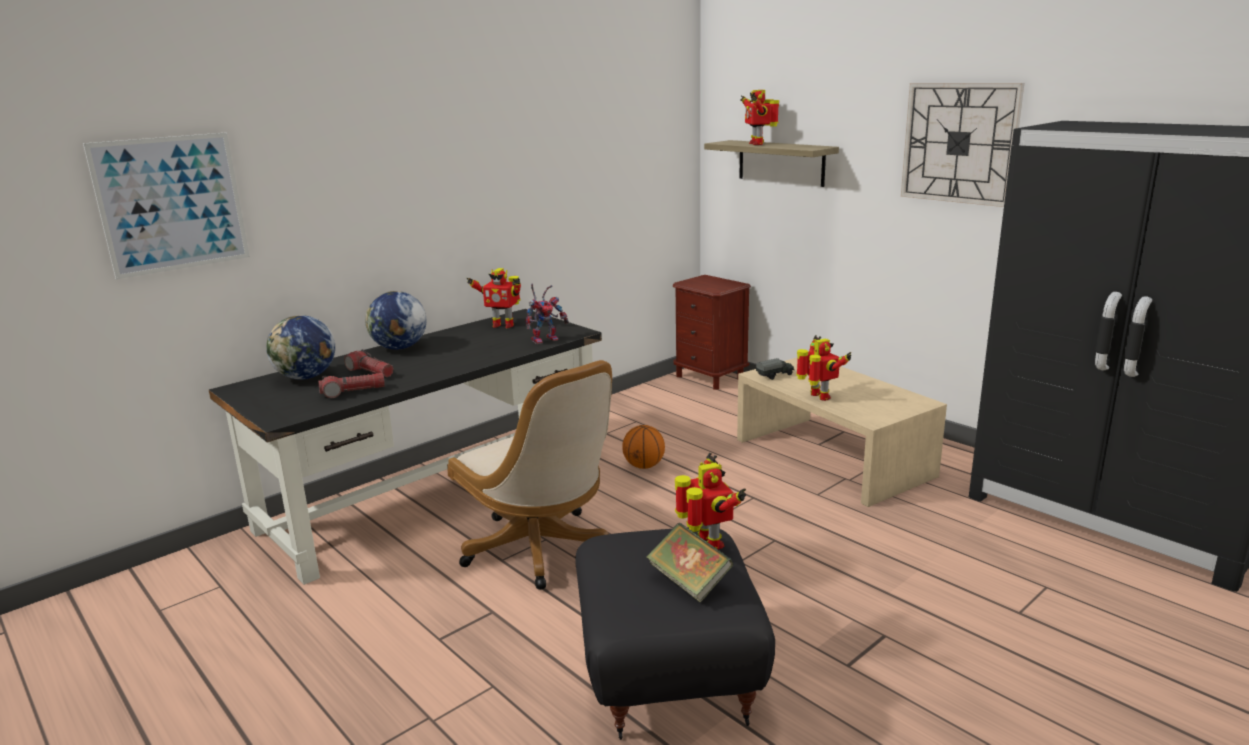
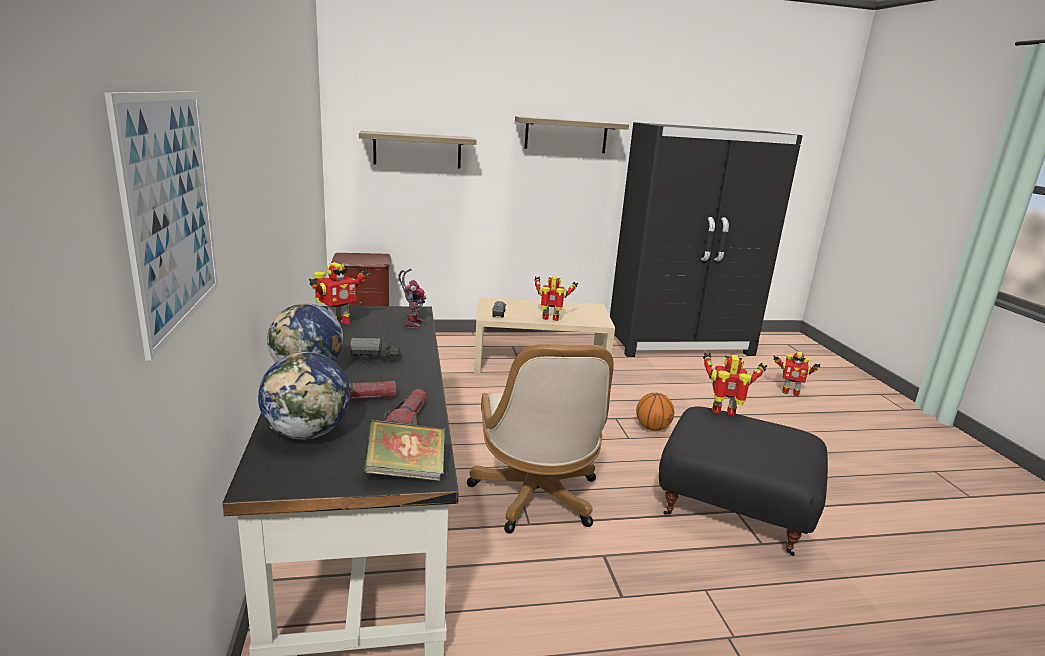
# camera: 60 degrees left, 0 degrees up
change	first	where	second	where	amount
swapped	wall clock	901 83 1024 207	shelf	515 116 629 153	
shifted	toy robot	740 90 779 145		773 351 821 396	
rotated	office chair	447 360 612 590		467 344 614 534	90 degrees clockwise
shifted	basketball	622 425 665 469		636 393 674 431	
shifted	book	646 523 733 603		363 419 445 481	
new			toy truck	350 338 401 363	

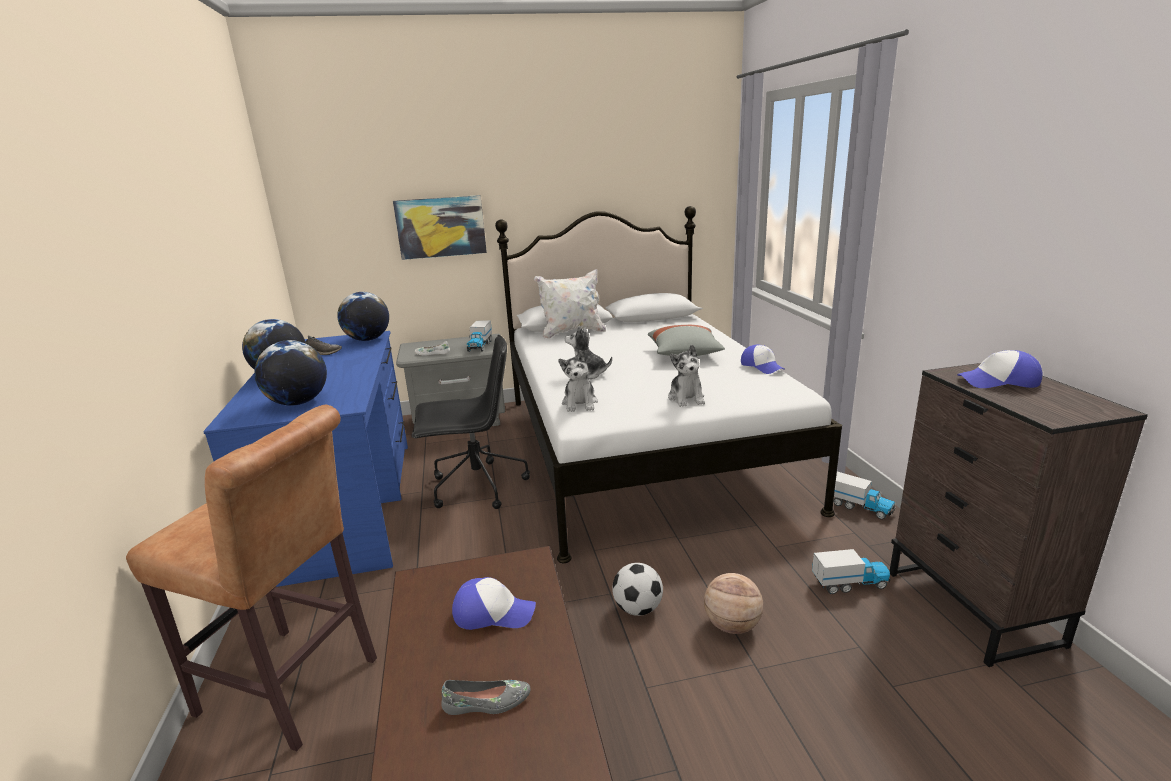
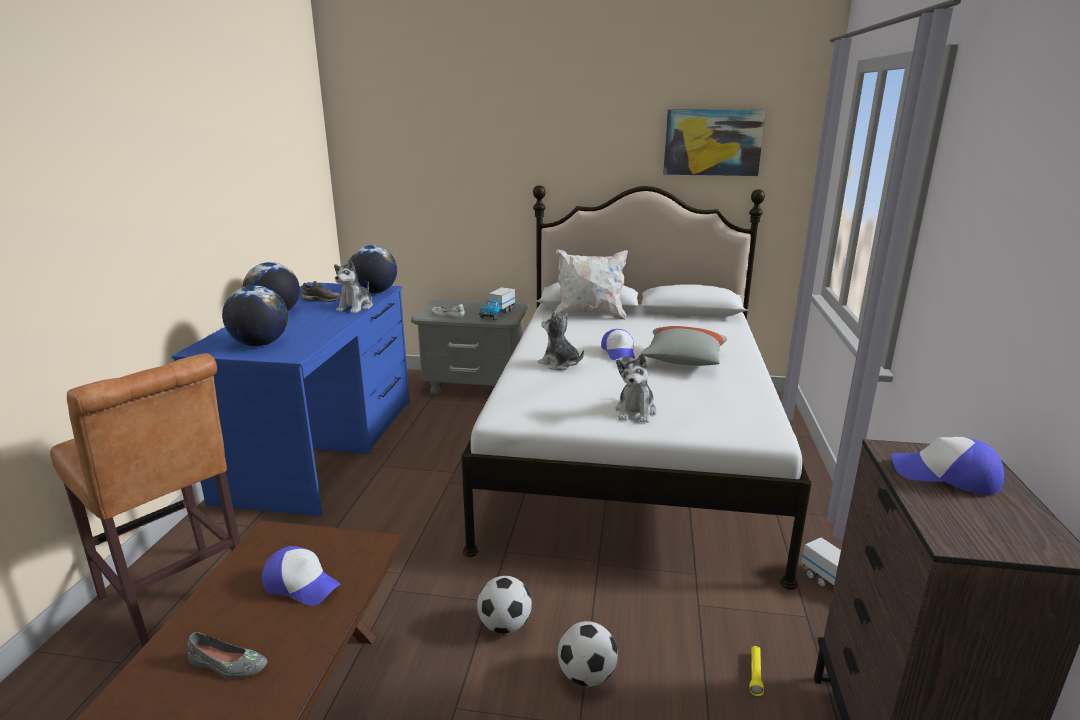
# camera: 20 degrees right, 0 degrees up
change	first	where	second	where	amount
shifted	picture	393 195 487 260		663 109 766 176	
gone	black office chair	411 335 530 509			
shifted	cap	741 345 785 374		601 329 635 360	
shifted	plush toy	558 350 598 412		334 259 373 313	
swapped	toy truck	812 549 890 594	yellow flashlight	750 646 764 696	
swapped	basketball	704 573 763 634	football	558 621 618 687	

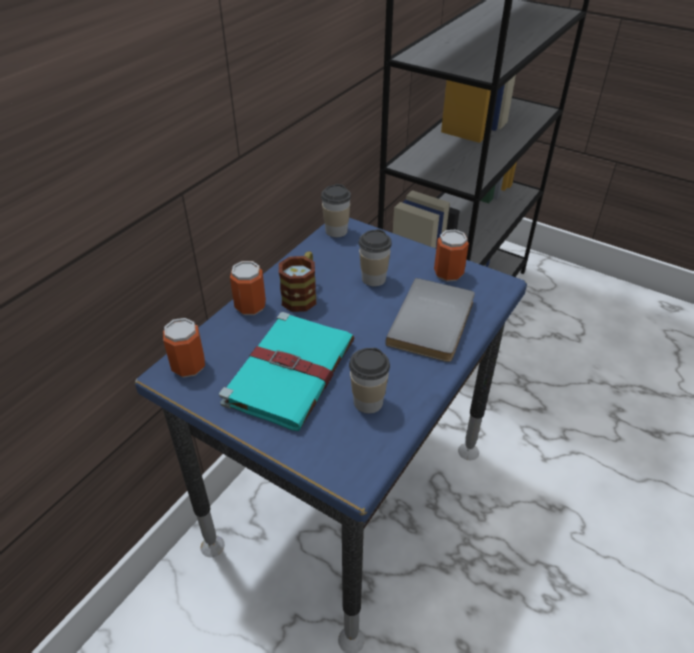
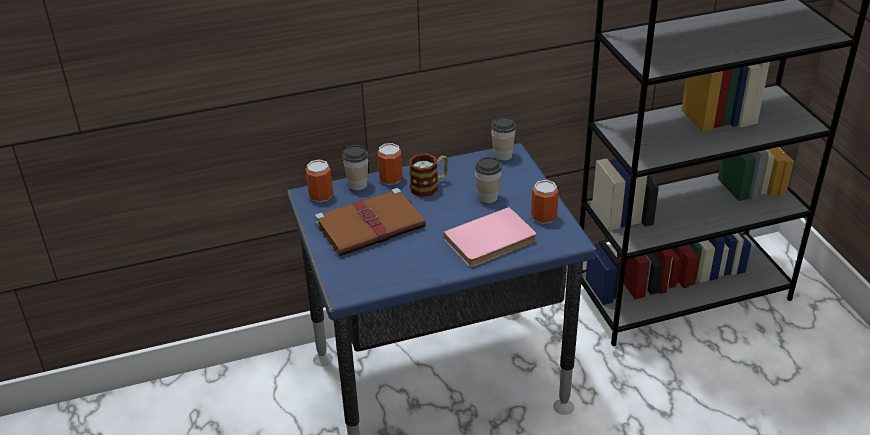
# camera: 40 degrees right, 5 degrees down
change	first	where	second	where	amount
repainted	grey book	385 278 475 362	pink book	443 207 536 267	
repainted	turquoise book	219 312 355 431	brown book	315 188 426 256	
shifted	cup	349 348 390 413		342 145 368 190	

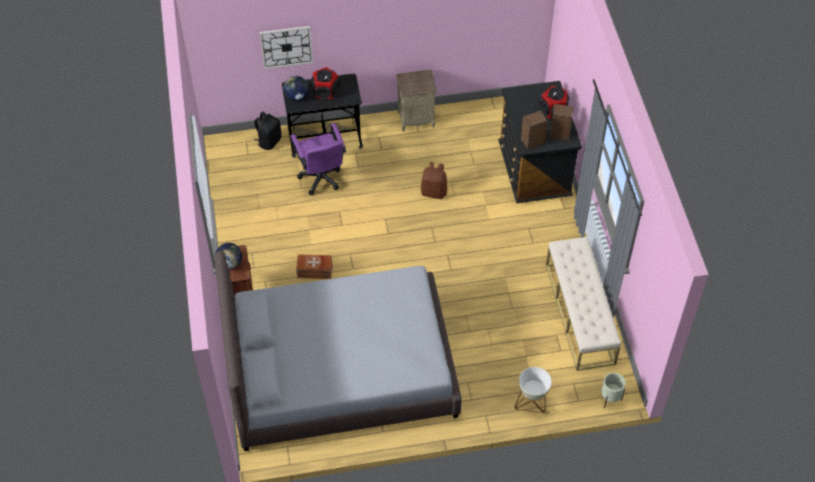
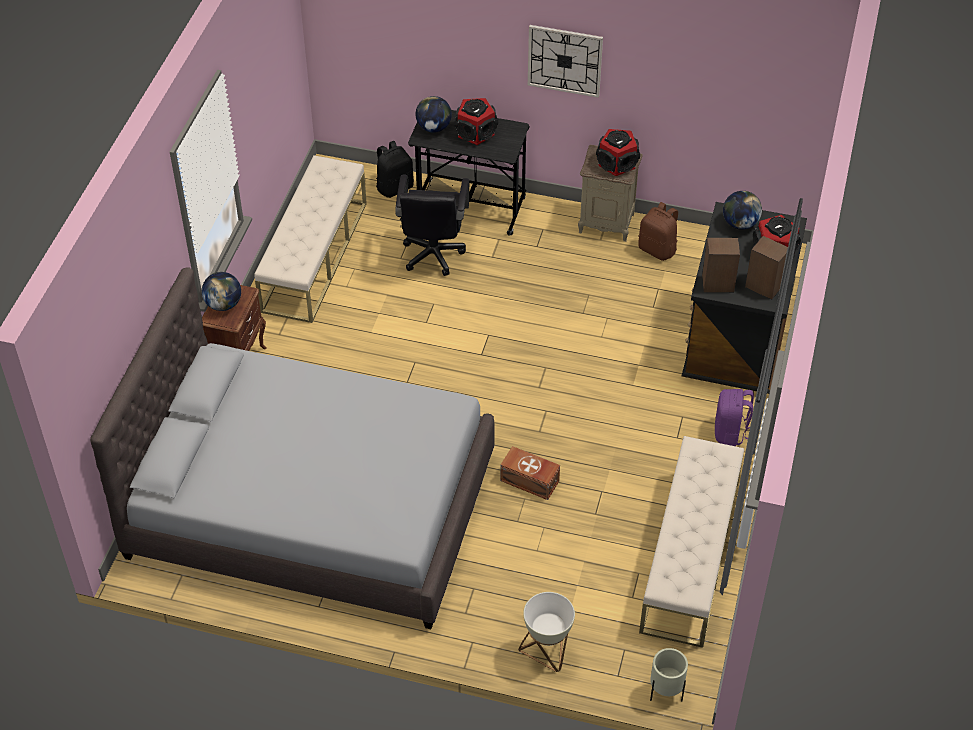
# camera: 25 degrees right, 5 degrees down
change	first	where	second	where	amount
shifted	wall clock	259 26 313 69		528 25 603 98	
repainted	purple office chair	290 123 346 195	black office chair	395 174 469 276	
shifted	brown backpack	421 162 447 199		638 202 678 261	
shifted	brown storage box	296 254 332 279		500 446 560 500	
new			speaker	596 129 640 176	
new			beige bench	254 155 367 323	
new			globe	723 191 762 230	
new			purple backpack	715 389 754 446	

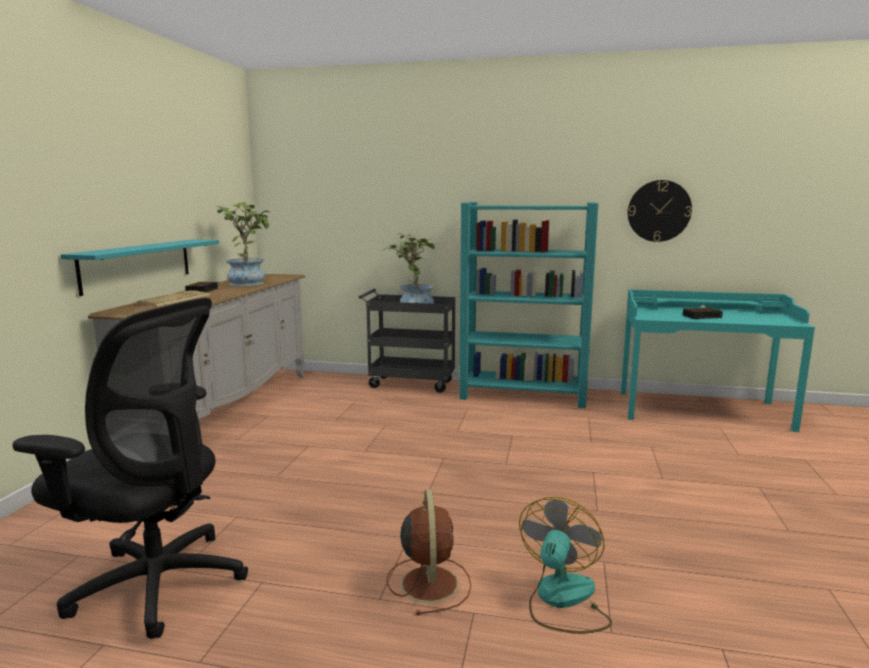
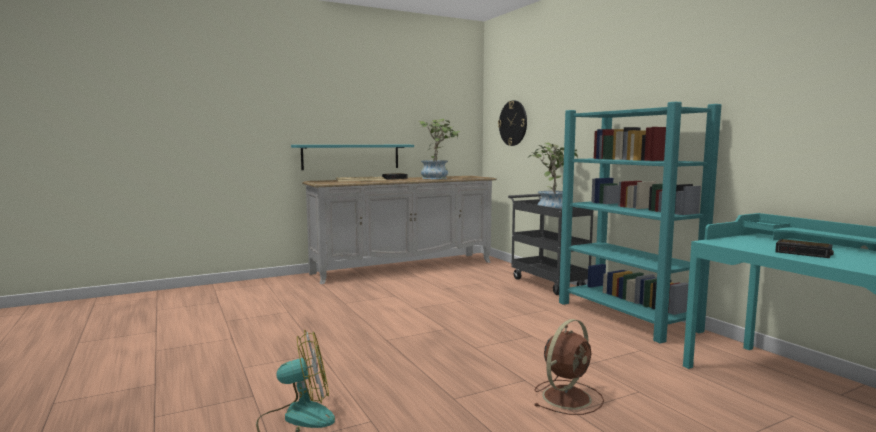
# camera: 50 degrees right, 5 degrees down
change	first	where	second	where	amount
shifted	wall clock	628 180 692 242		498 100 527 146	
gone	black office chair	13 298 248 639			
shifted	brown fan	387 489 471 615		534 319 604 415	

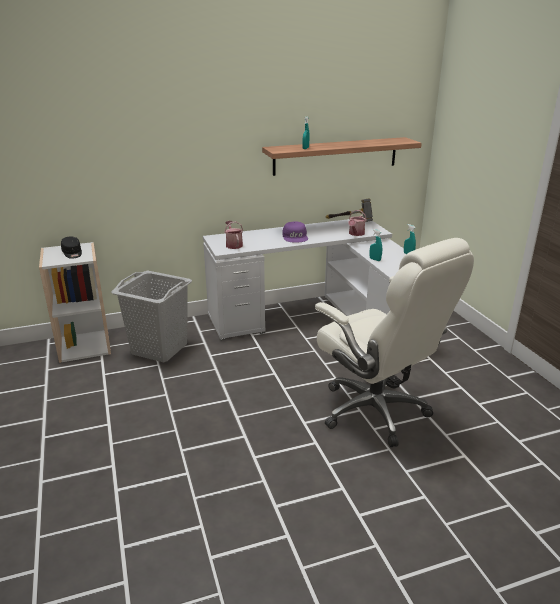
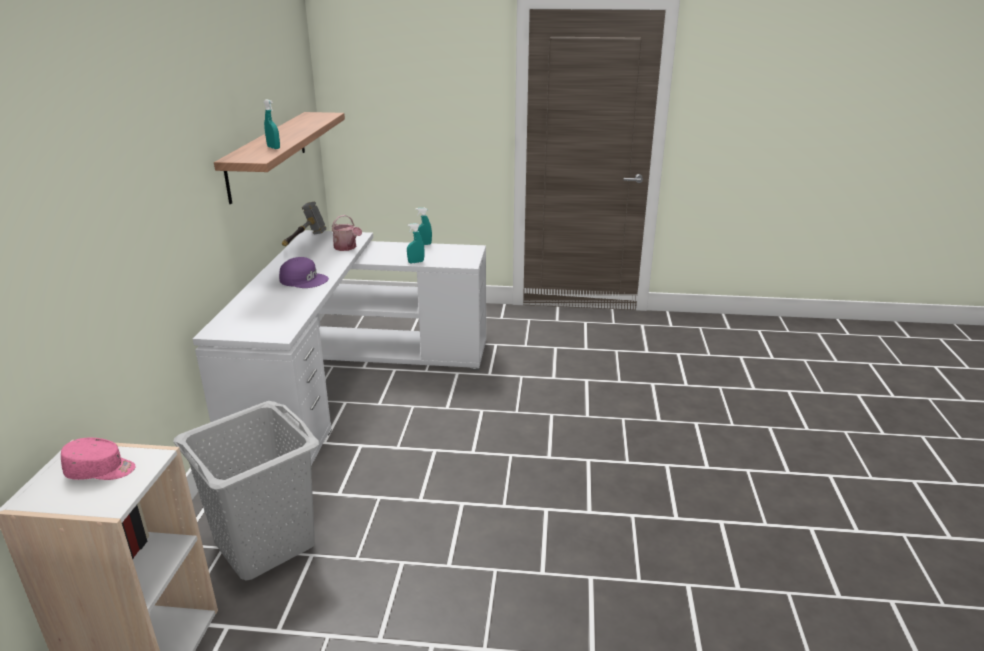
# camera: 65 degrees left, 0 degrees up
change	first	where	second	where	amount
gone	watering can	224 221 243 249			
repainted	black cap	61 237 82 259	pink cap	61 438 135 480	
gone	white office chair	315 238 474 447			

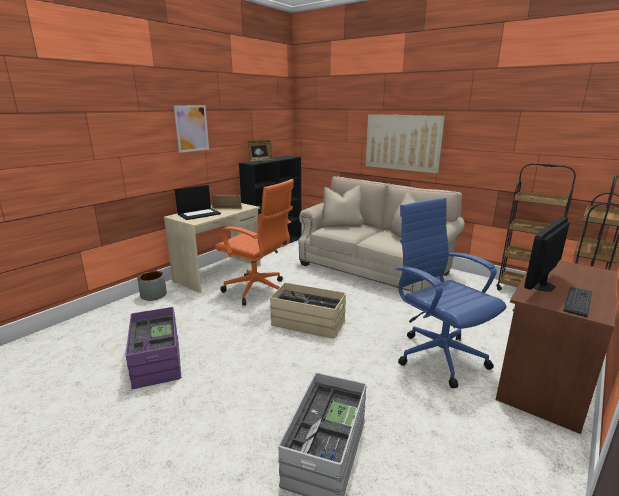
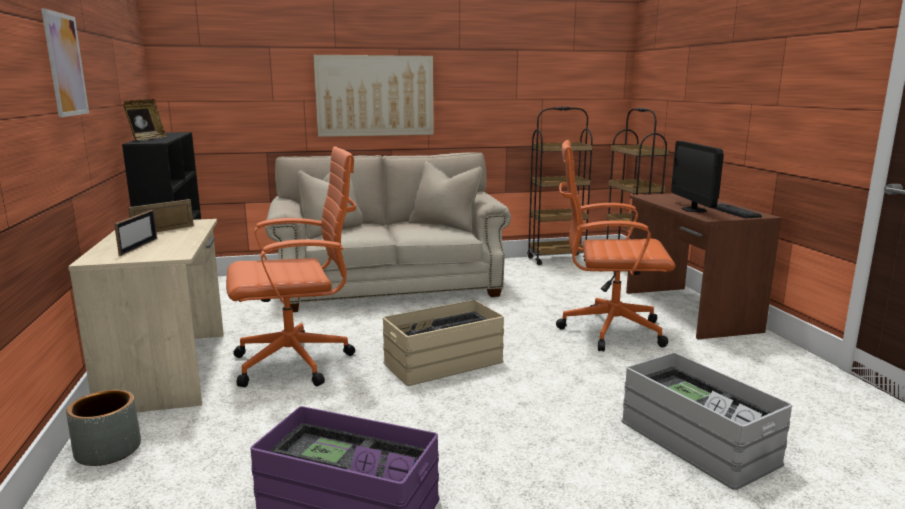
# camera: 50 degrees left, 5 degrees down
change	first	where	second	where	amount
swapped	laptop	175 185 221 220	picture frame	114 210 157 256	
repainted	blue office chair	396 198 506 388	orange office chair	556 140 675 351	

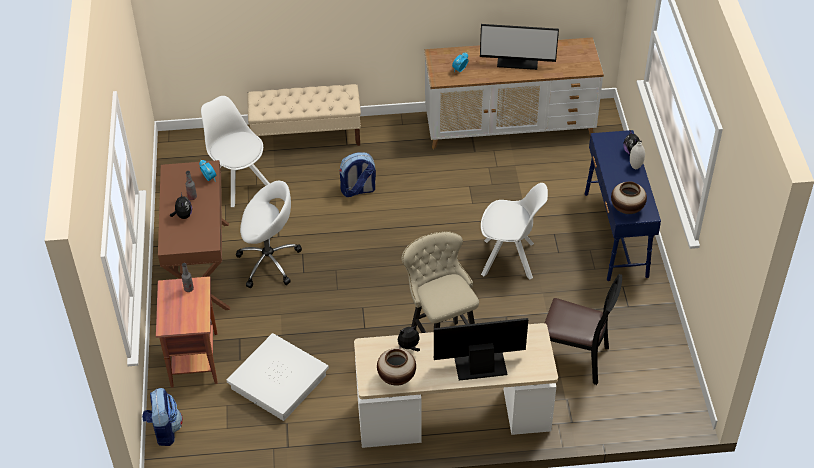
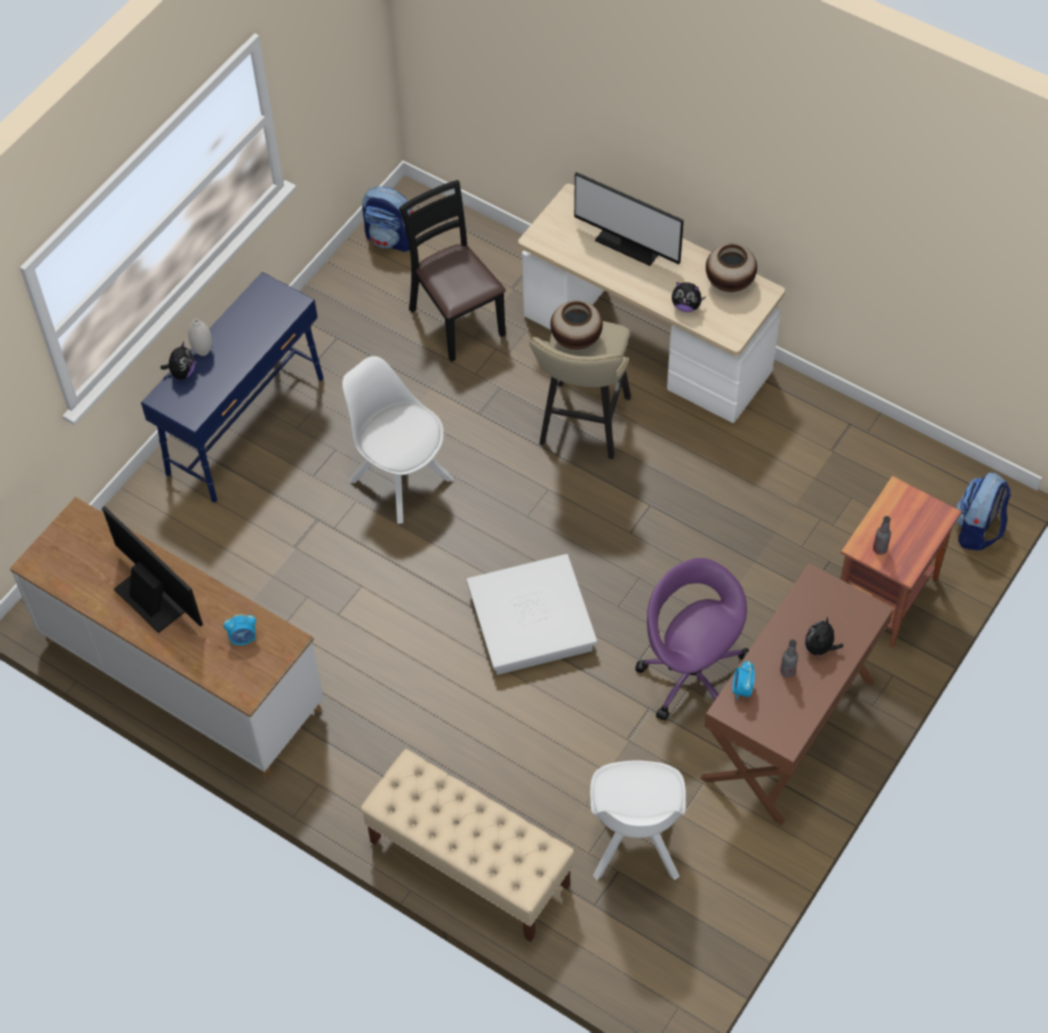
# camera: 140 degrees left, 10 degrees up
change	first	where	second	where	amount
shifted	backpack	339 152 376 197		362 187 413 252	
repainted	white office chair	236 181 302 288	purple office chair	635 558 749 720	
shifted	vase	611 181 647 214		550 301 603 350	
shifted	white storage box	226 333 329 421		467 554 597 675	

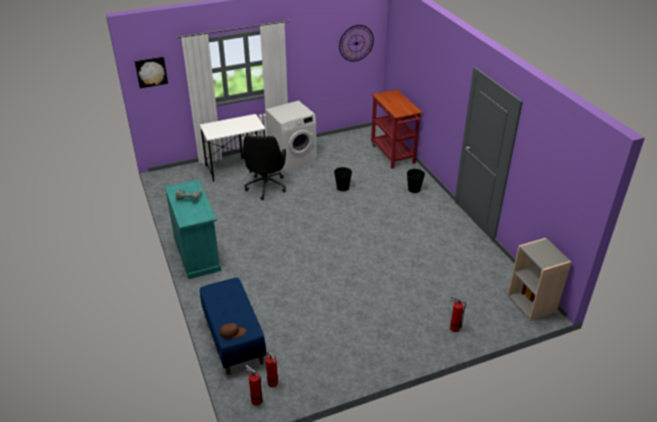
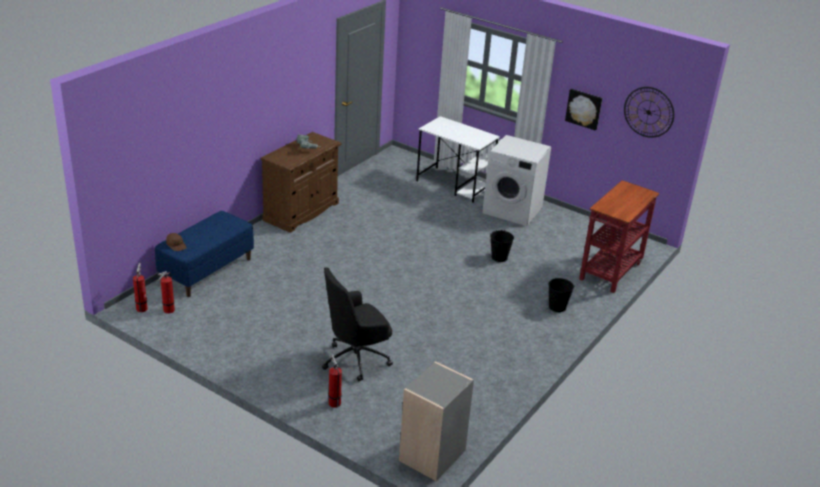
# camera: 55 degrees right, 5 degrees down
change	first	where	second	where	amount
shifted	picture	135 57 168 88		565 89 602 131	
shifted	black office chair	243 135 286 200		322 267 393 381	
repainted	turquoise cabinet	165 180 222 279	brown cabinet	261 132 341 233	

